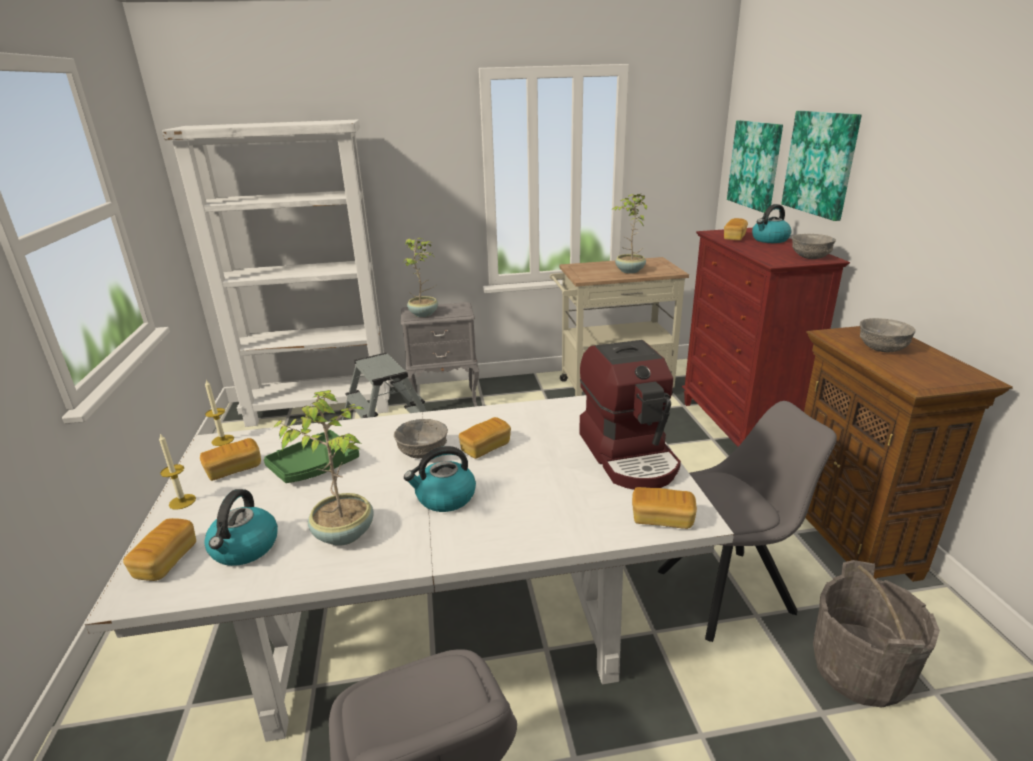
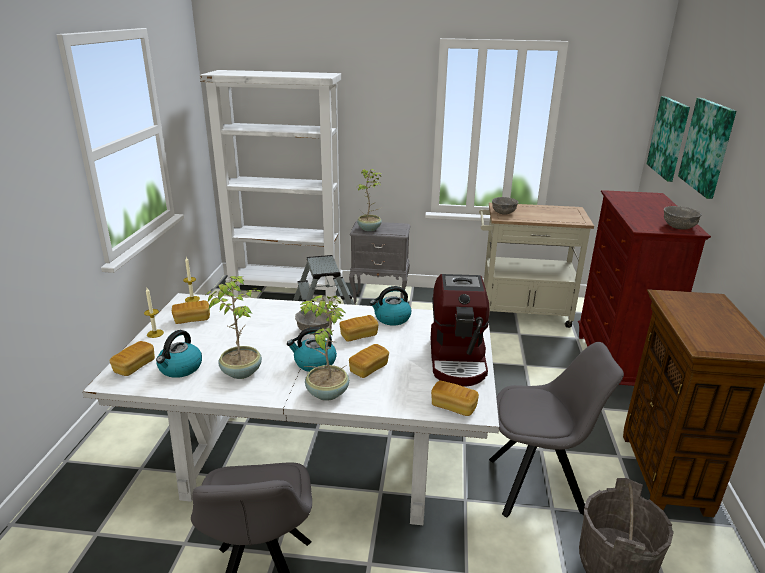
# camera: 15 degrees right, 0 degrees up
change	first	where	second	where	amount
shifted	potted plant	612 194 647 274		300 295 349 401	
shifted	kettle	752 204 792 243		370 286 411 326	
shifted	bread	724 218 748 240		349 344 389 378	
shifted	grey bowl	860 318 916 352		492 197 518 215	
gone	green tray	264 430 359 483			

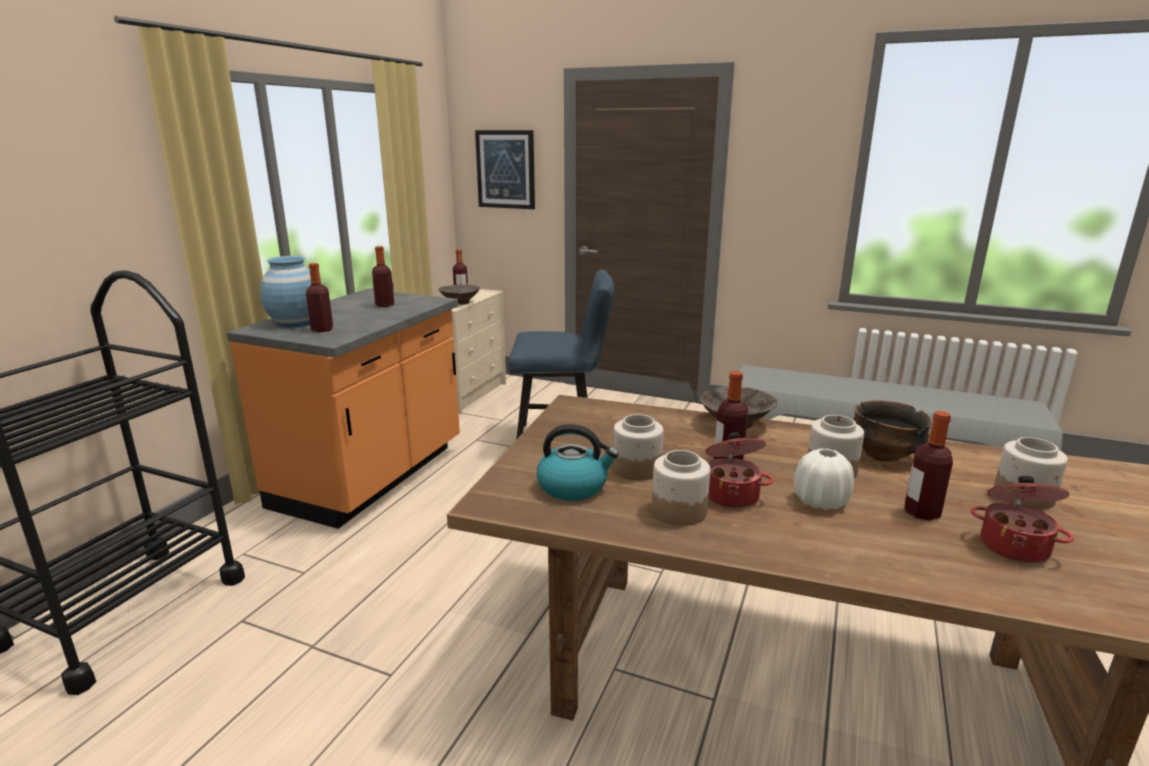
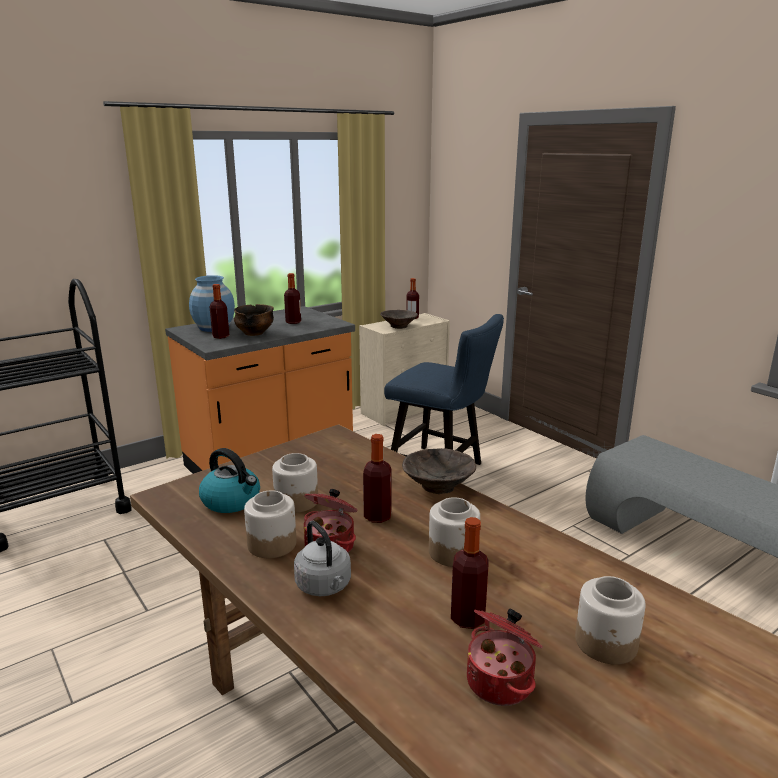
# camera: 30 degrees right, 0 degrees up
change	first	where	second	where	amount
gone	picture	475 130 535 209			
shifted	bowl	853 400 932 462		234 304 274 336	
gone	white vase	794 448 854 510			
new			grey kettle	294 521 351 596	

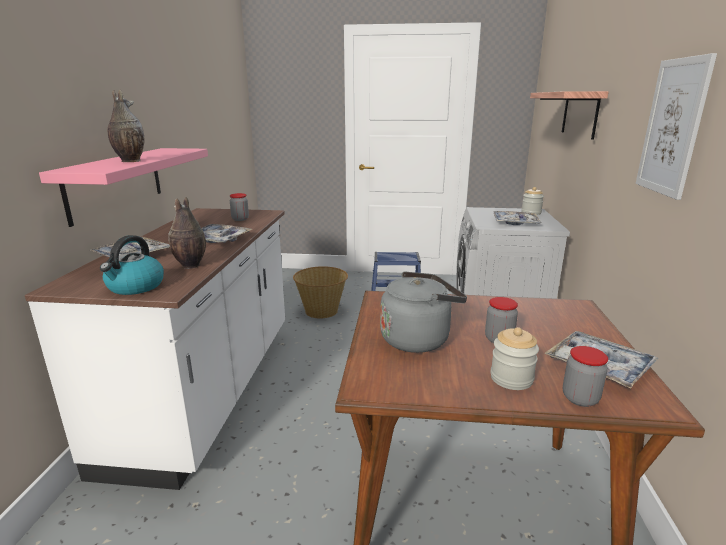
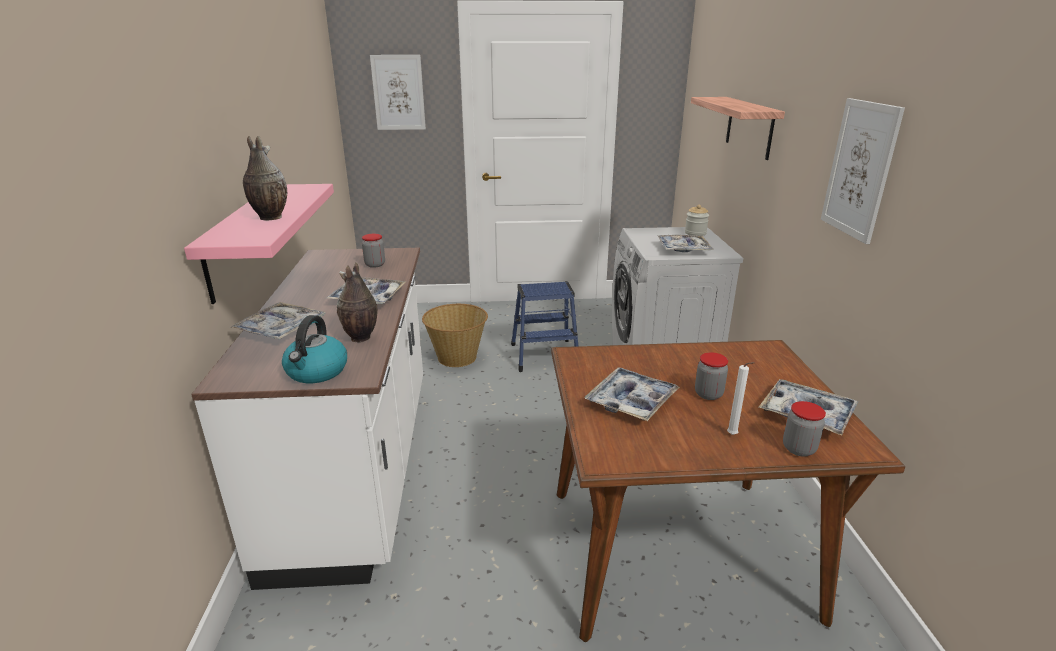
# camera: 10 degrees left, 5 degrees up
change	first	where	second	where	amount
swapped	grey kettle	380 271 467 353	tray	585 367 680 421	
swapped	jar	490 327 539 390	white candle	727 362 754 435	
new			picture	370 55 426 130	

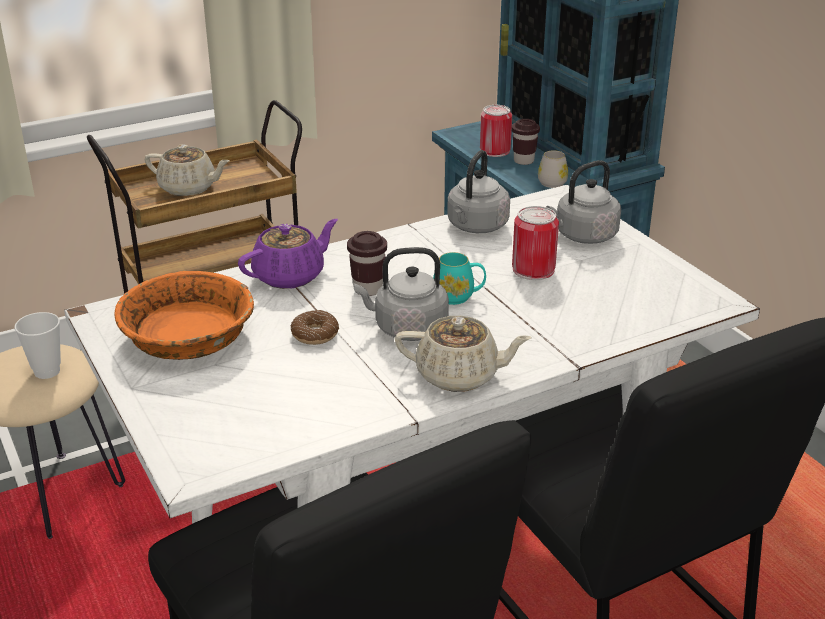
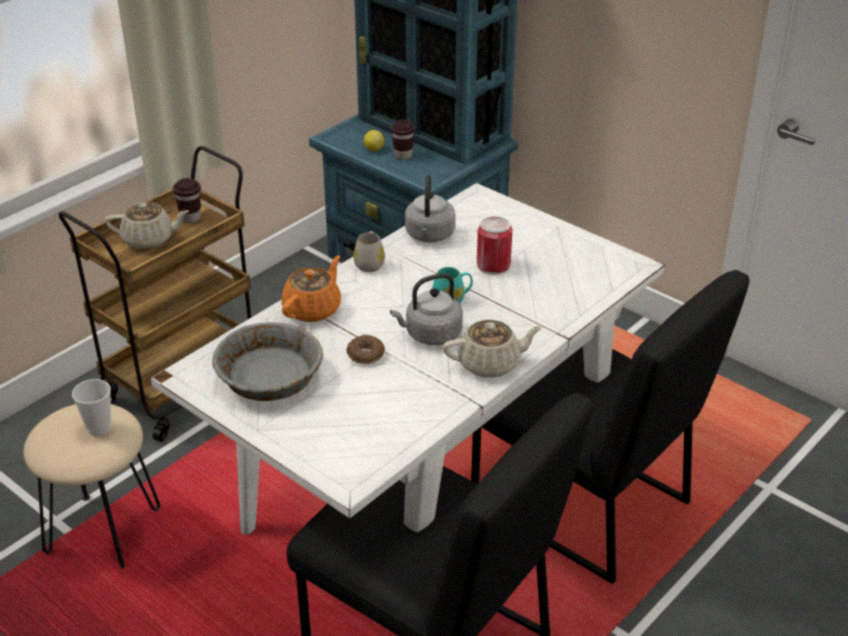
# camera: 20 degrees left, 5 degrees up
change	first	where	second	where	amount
swapped	can	480 105 512 157	lemon	363 130 384 151	
shifted	white mug	538 150 568 188		354 231 385 272	
gone	grey kettle	546 160 621 244			
repainted	purple teapot	238 219 338 289	orange teapot	281 255 341 322	
shifted	brown cup	347 231 387 296		173 178 201 223	
repainted	orange bowl	114 271 254 360	grey bowl	212 322 323 401	

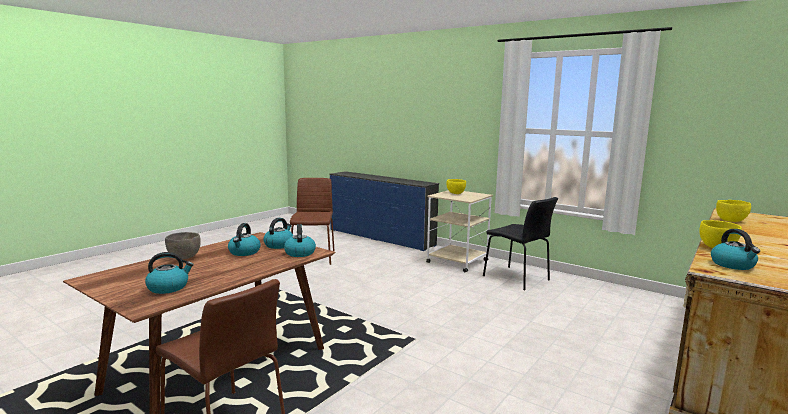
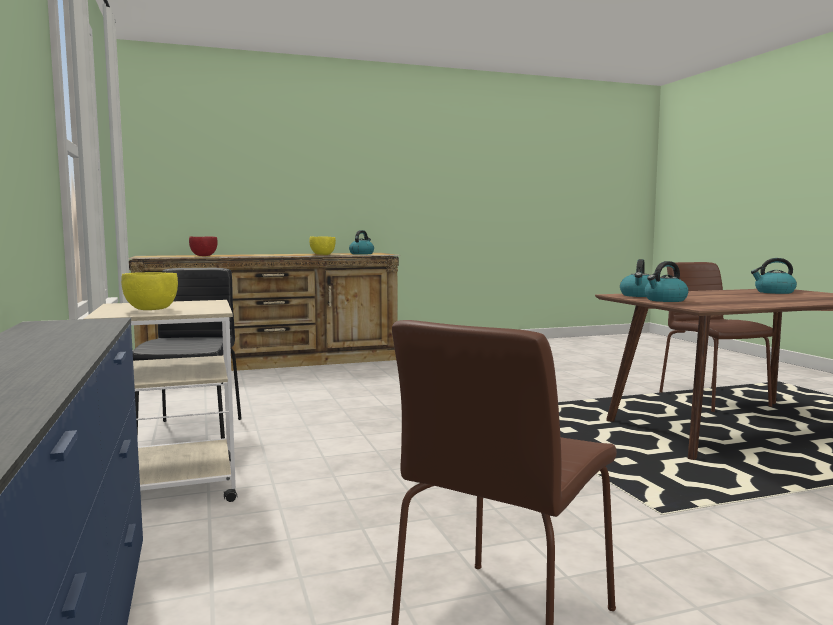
# camera: 145 degrees left, 5 degrees down
change	first	where	second	where	amount
repainted	yellow bowl	716 200 751 222	red bowl	189 236 217 256	
gone	kettle	228 223 260 256			
gone	grey bowl	165 232 201 259			

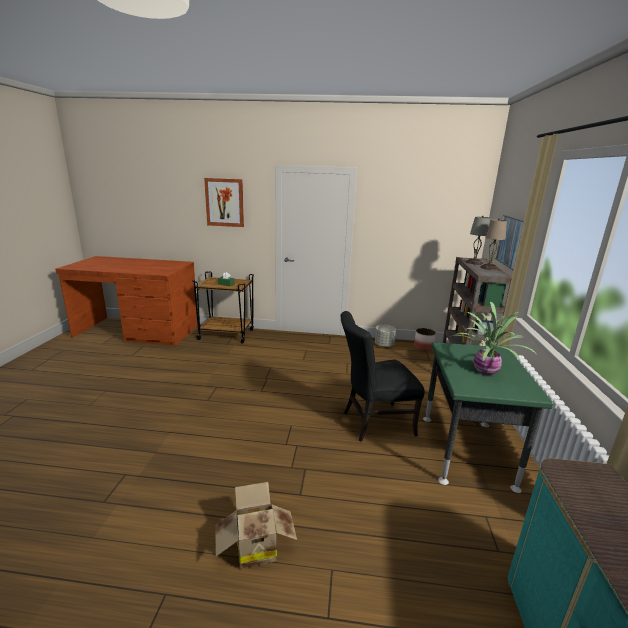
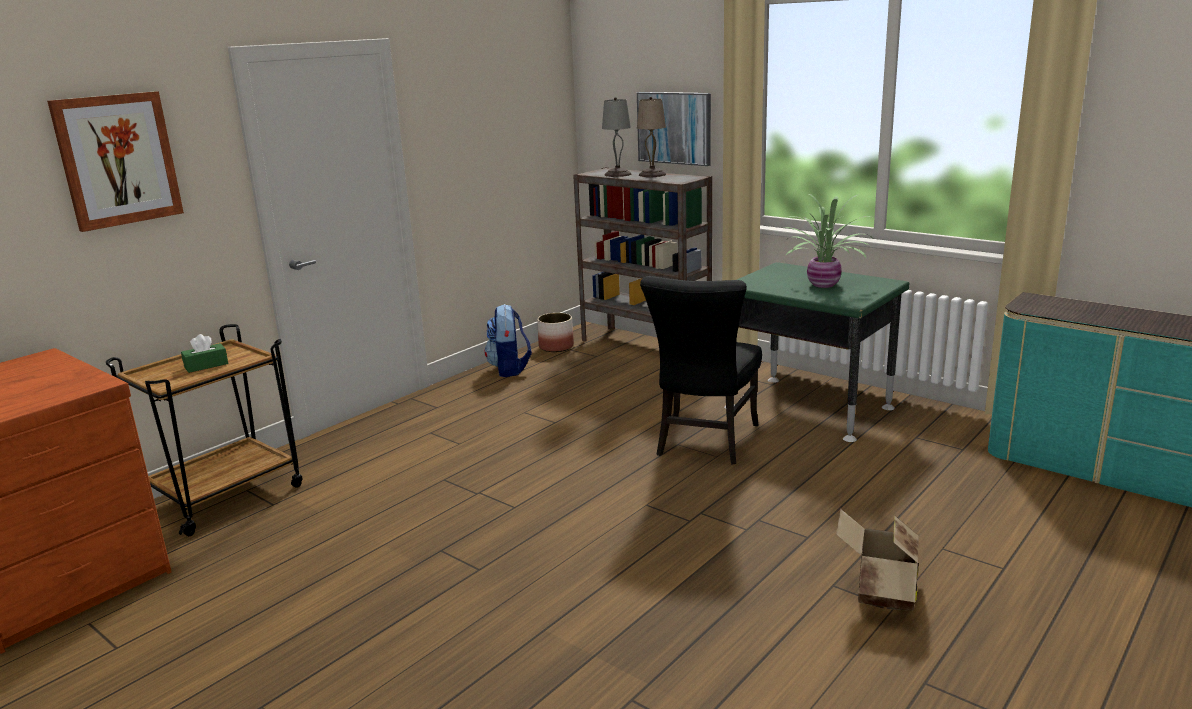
# camera: 55 degrees left, 0 degrees up
change	first	where	second	where	amount
swapped	grey planter	375 325 396 347	backpack	485 304 532 377	

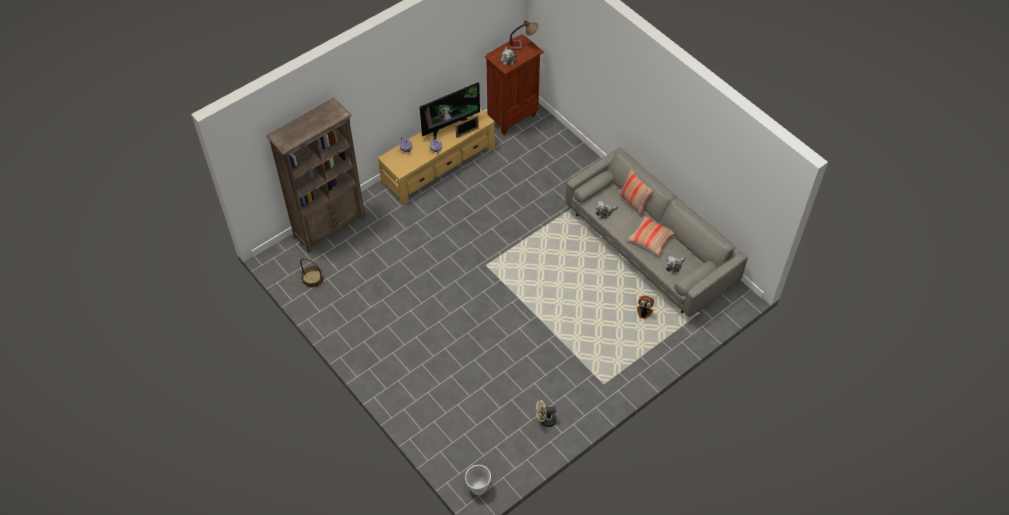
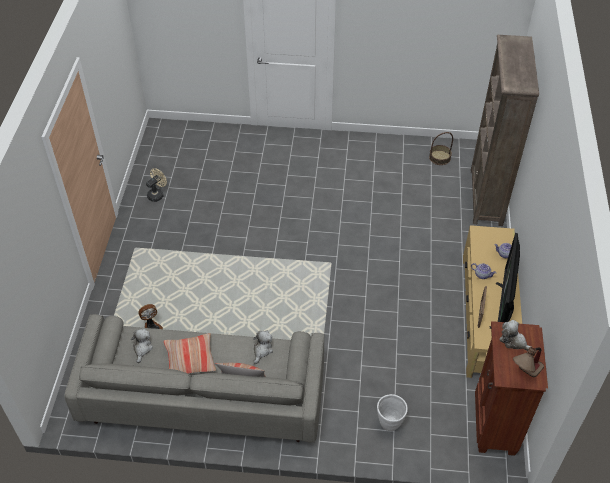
# camera: 135 degrees right, 5 degrees down
change	first	where	second	where	amount
shifted	white planter	465 465 491 495		377 394 408 431	

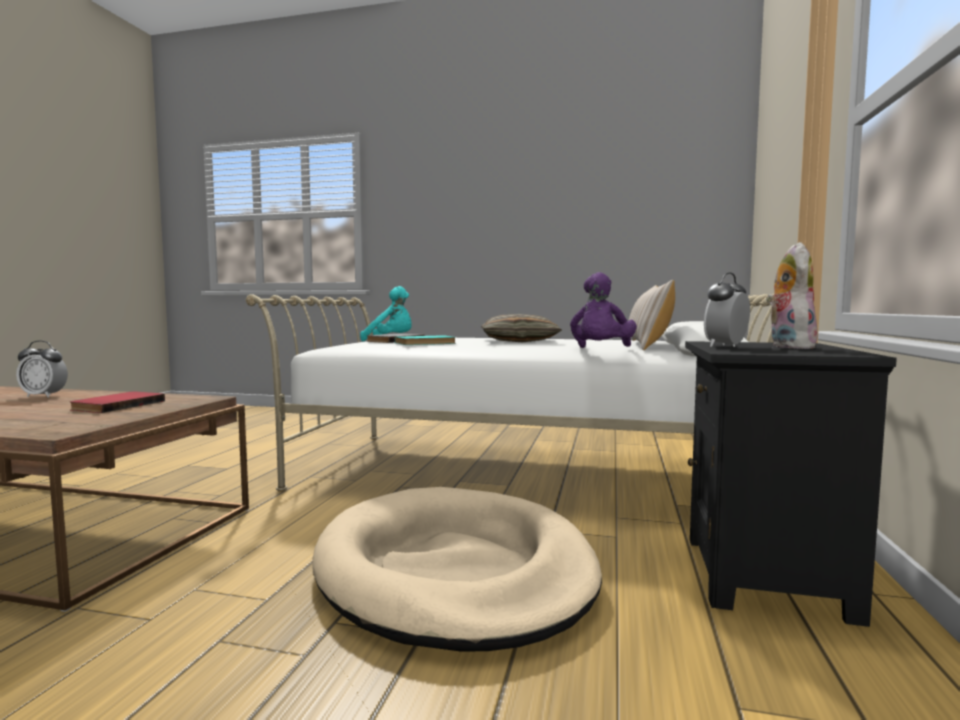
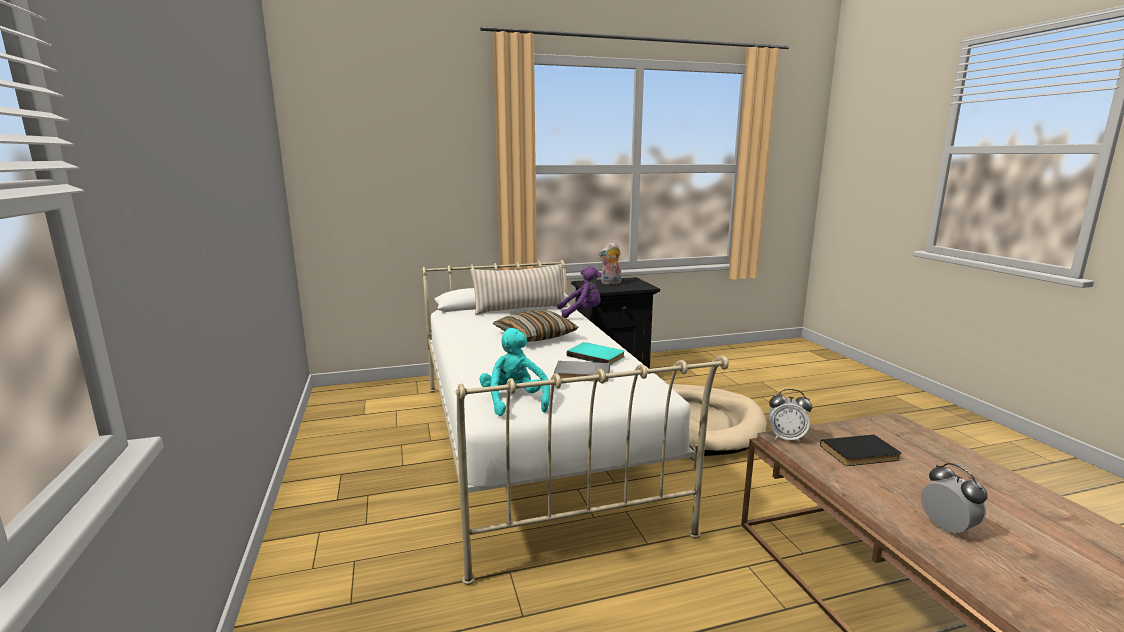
# camera: 120 degrees left, 10 degrees up
change	first	where	second	where	amount
shifted	alarm clock	704 272 750 347		768 389 812 443	
repainted	red book	70 391 165 413	black book	820 435 902 466	

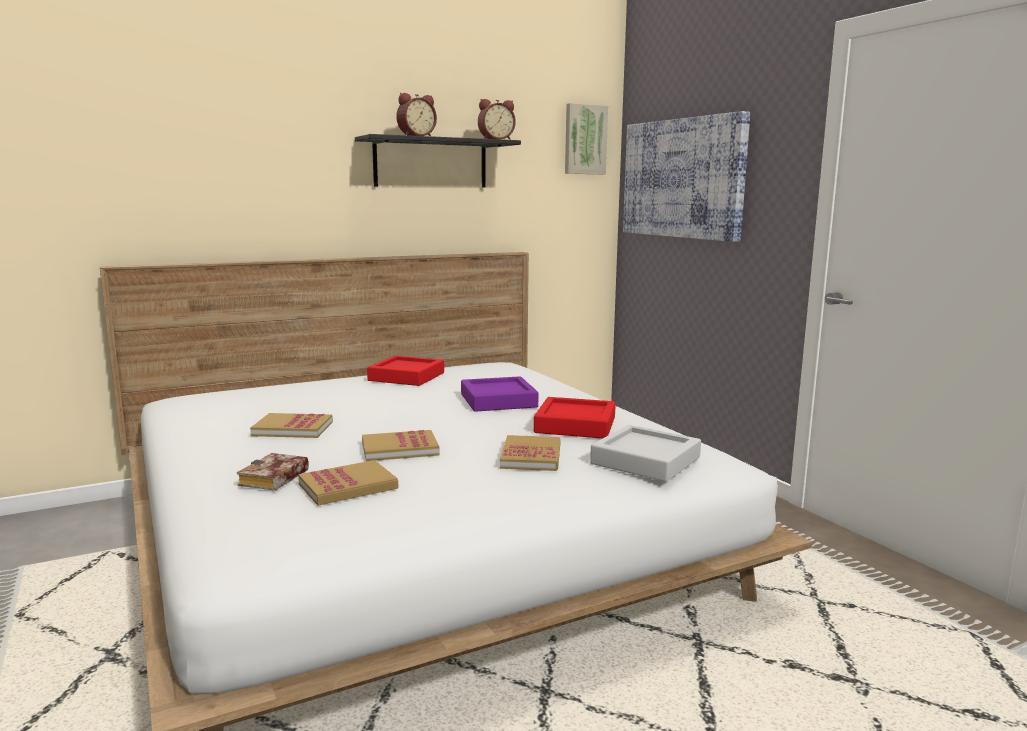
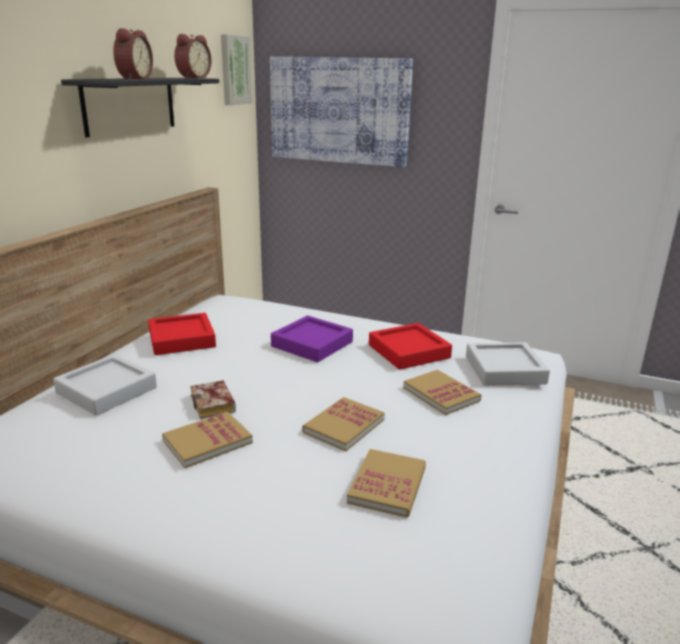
# camera: 40 degrees left, 10 degrees up
change	first	where	second	where	amount
shifted	book	237 453 309 491		190 380 236 419	
new			grey tray	53 354 157 416	

